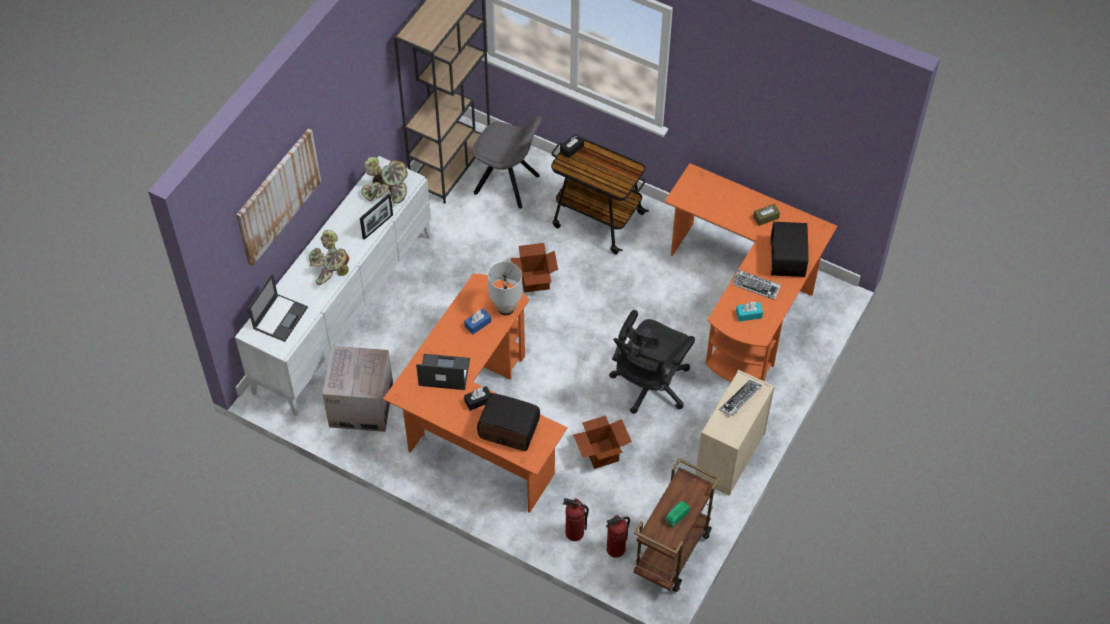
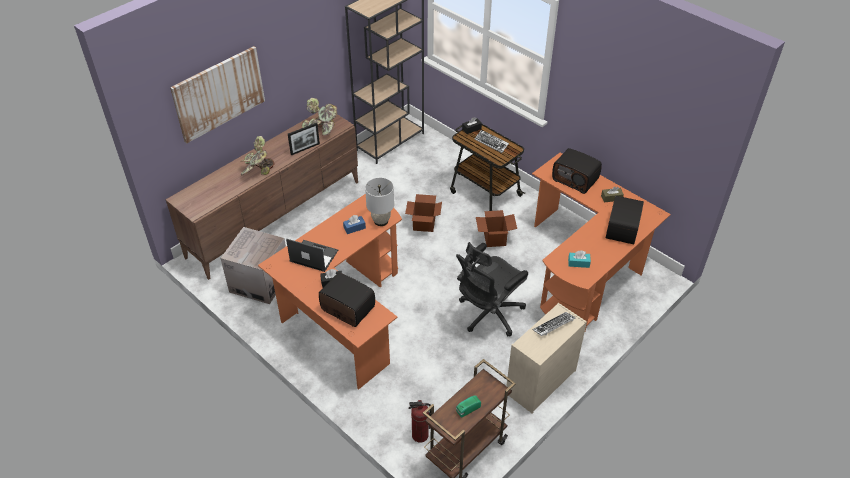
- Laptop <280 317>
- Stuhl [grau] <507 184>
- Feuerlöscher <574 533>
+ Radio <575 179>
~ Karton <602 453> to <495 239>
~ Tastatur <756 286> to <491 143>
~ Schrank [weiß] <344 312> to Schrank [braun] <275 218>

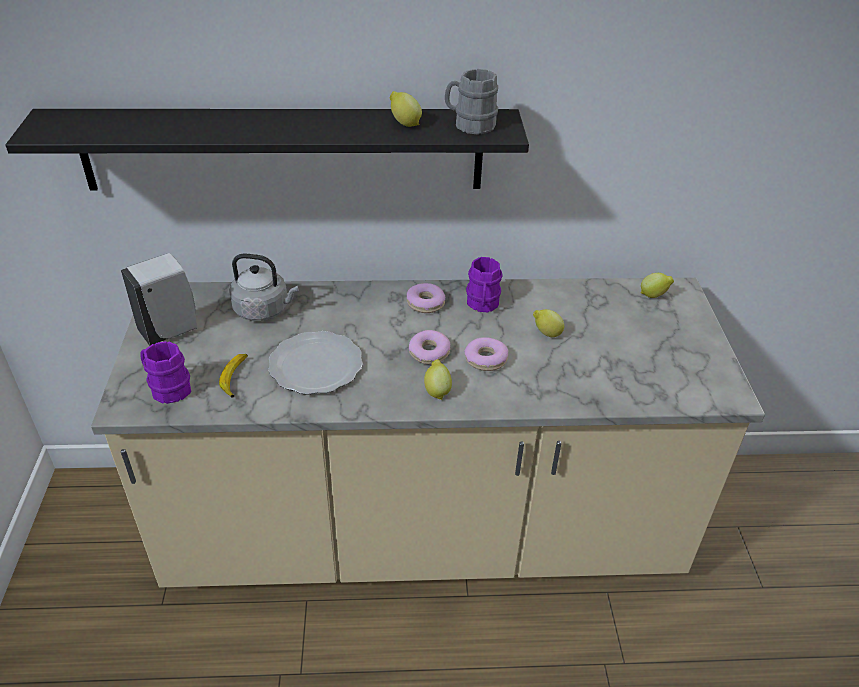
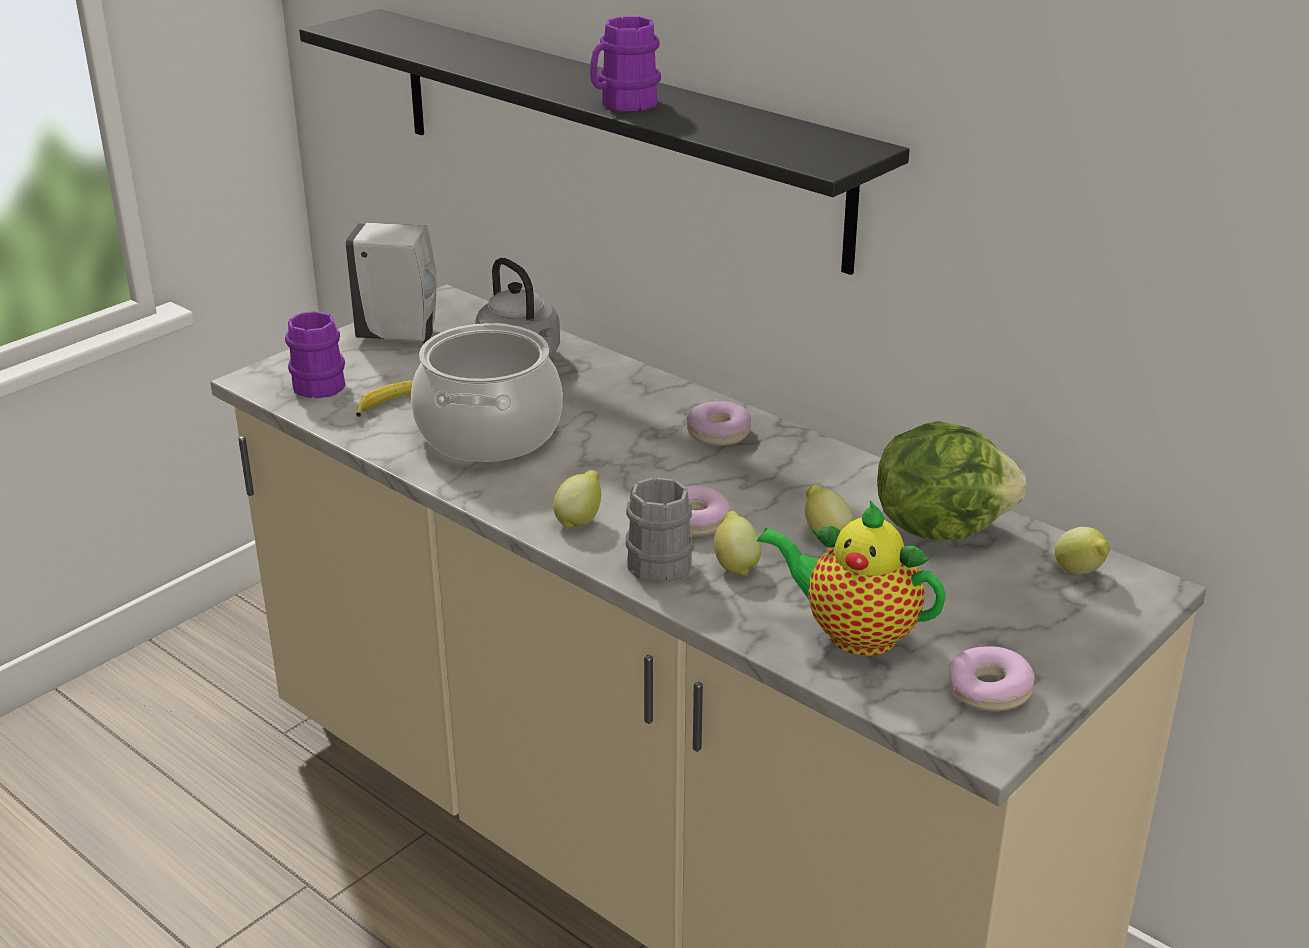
+ Teekanne <853 633>
+ Salatkopf <940 527>
~ Zitrone <404 123> to <735 565>
~ Donut <429 353> to <988 690>
~ Henkelbecher [grau] <469 125> to <654 560>
~ Henkelbecher [lila] <482 305> to <622 104>
~ Teller <317 366> to Kochtopf <490 433>

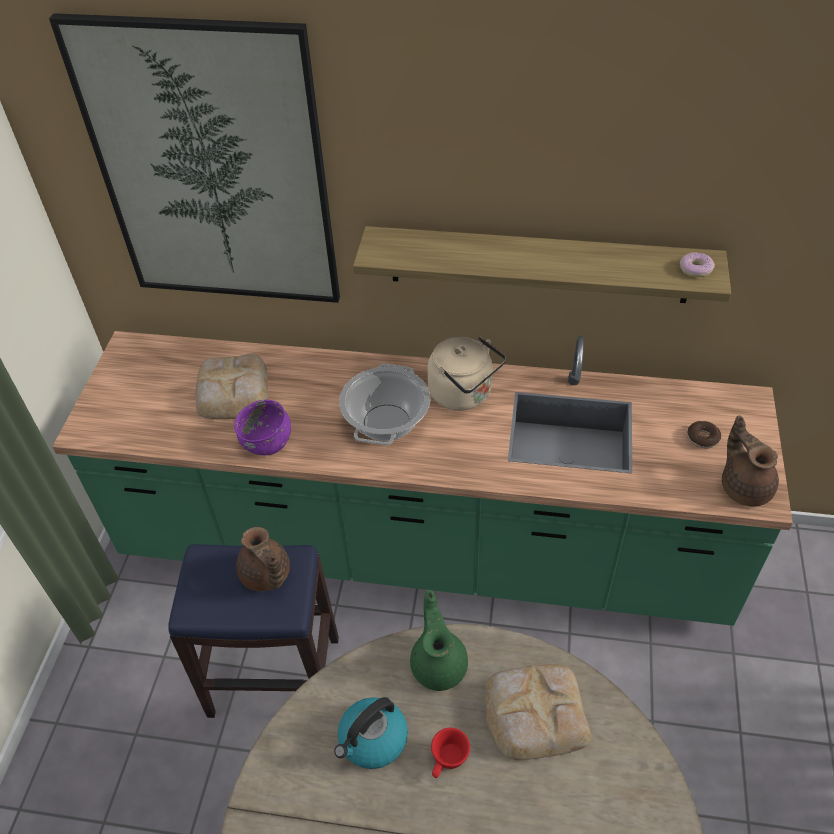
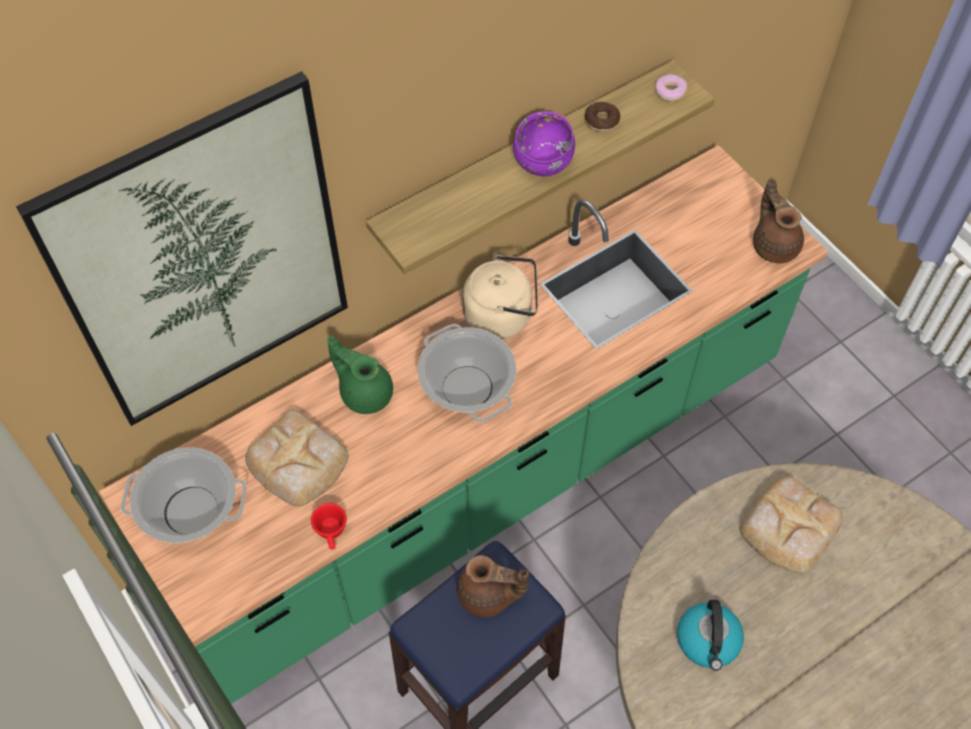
+ Kochtopf <190 511>
~ Schüssel [lila] <267 442> to <543 162>
~ Teekanne [grün] <439 663> to <365 392>
~ Tasse [rot] <448 761> to <332 533>
~ Donut <702 438> to <601 121>
~ Teekanne [braun] <744 486> = <774 244> 45 degrees clockwise

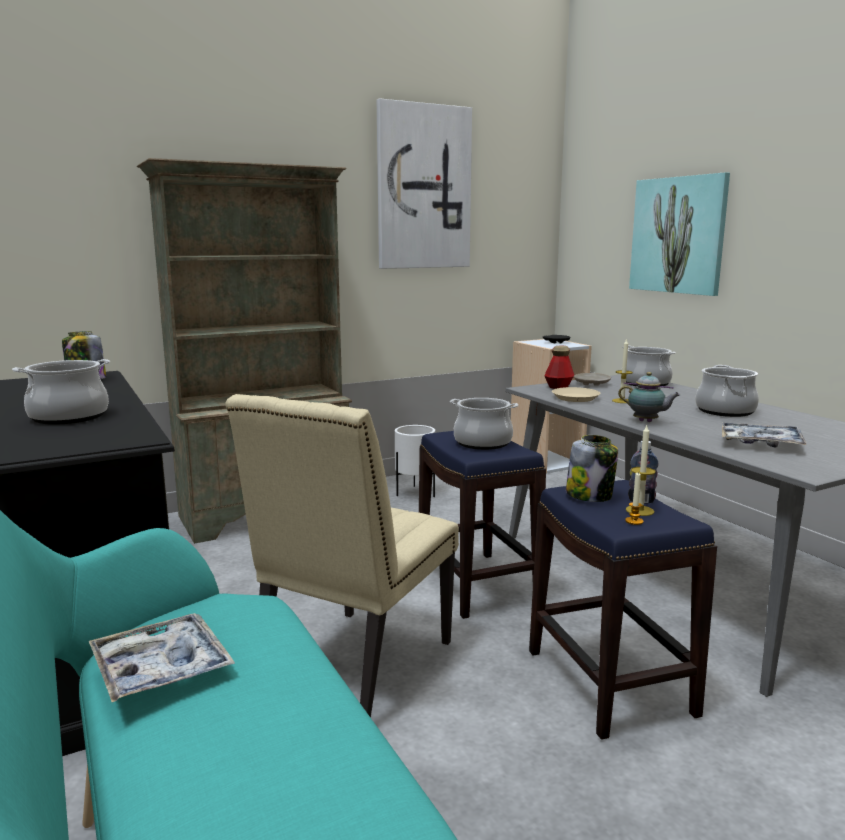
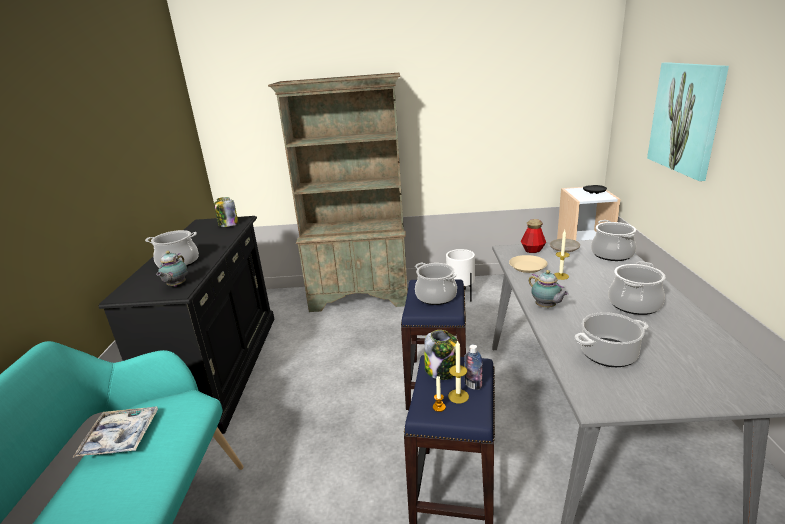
- Stuhl [beige] <356 665>
- Bild <423 187>
+ Teekanne <176 286>
~ Tablett <760 443> to Kochtopf <608 355>

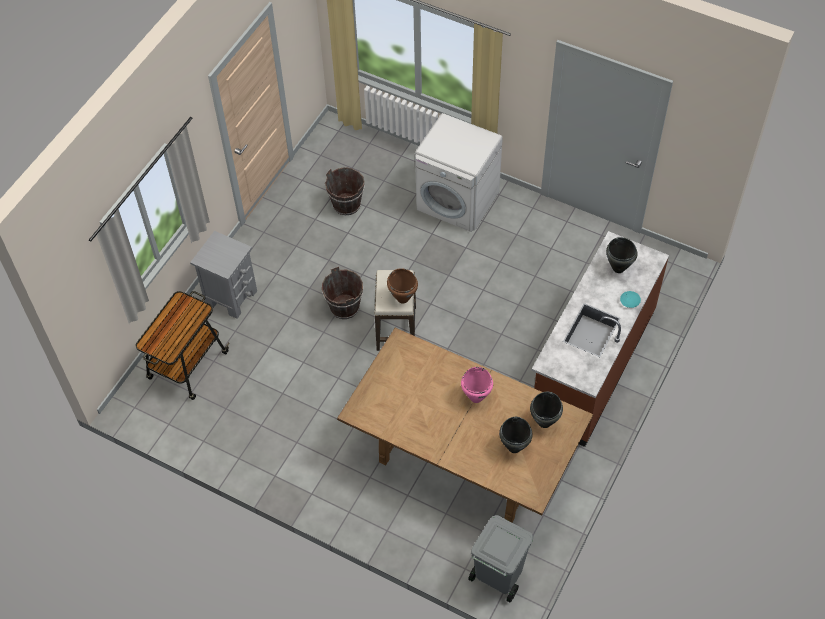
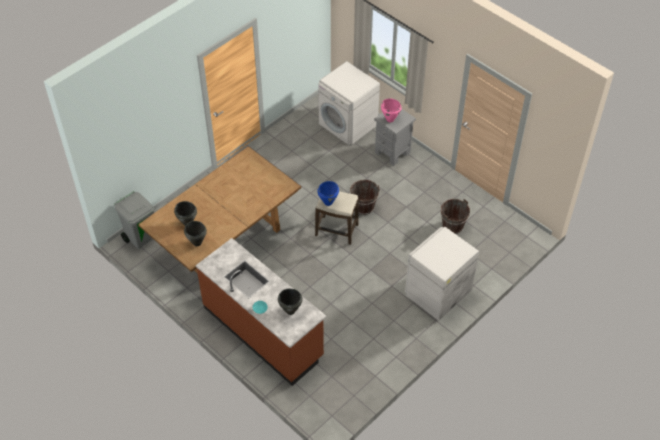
~ Kochtopf [rosa] <476 397> to <390 119>
~ Rollwagen <187 366> to Waschmaschine [weiß] <347 125>
~ Kochtopf [braun] <403 298> to Kochtopf [blau] <328 202>

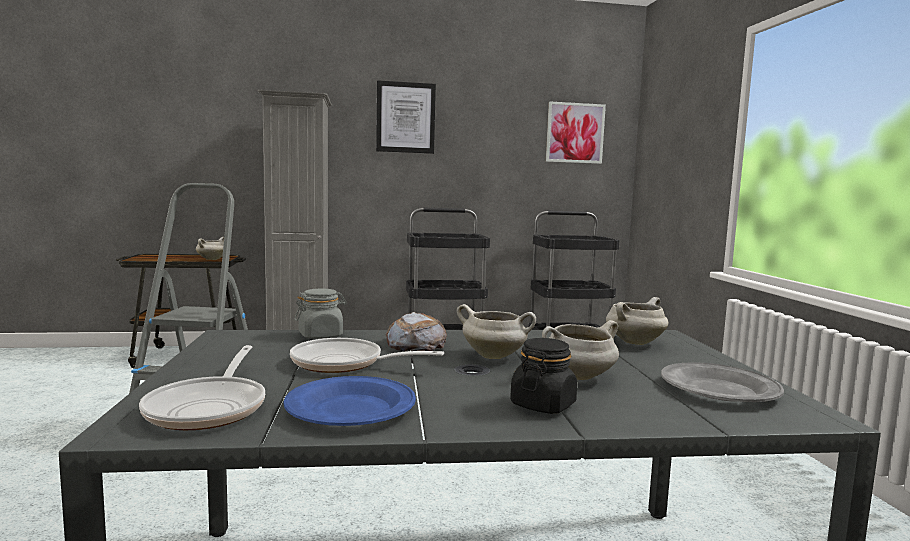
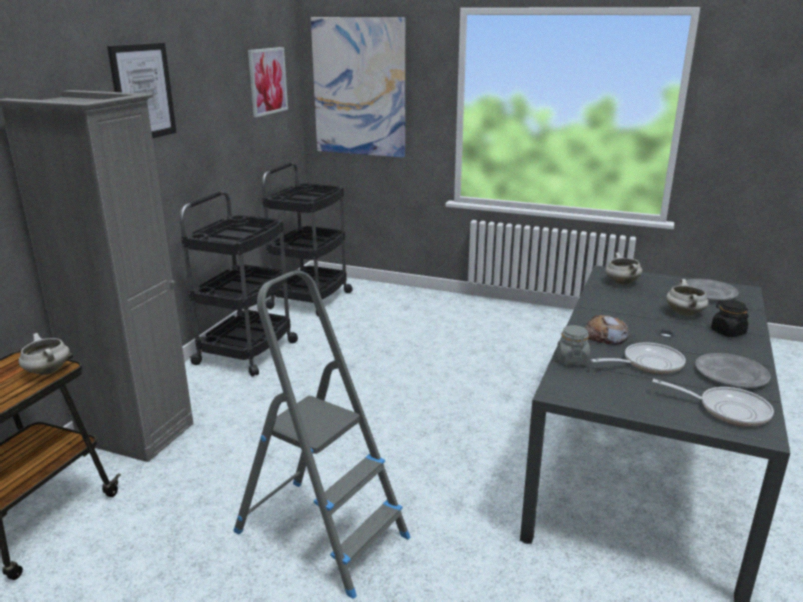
- Kochtopf [weiß] <495 356>
+ Bild <359 88>
~ Teller [blau] <351 408> to Teller [grau] <731 374>
~ Pfanne <344 363> = <647 363> 150 degrees counterclockwise

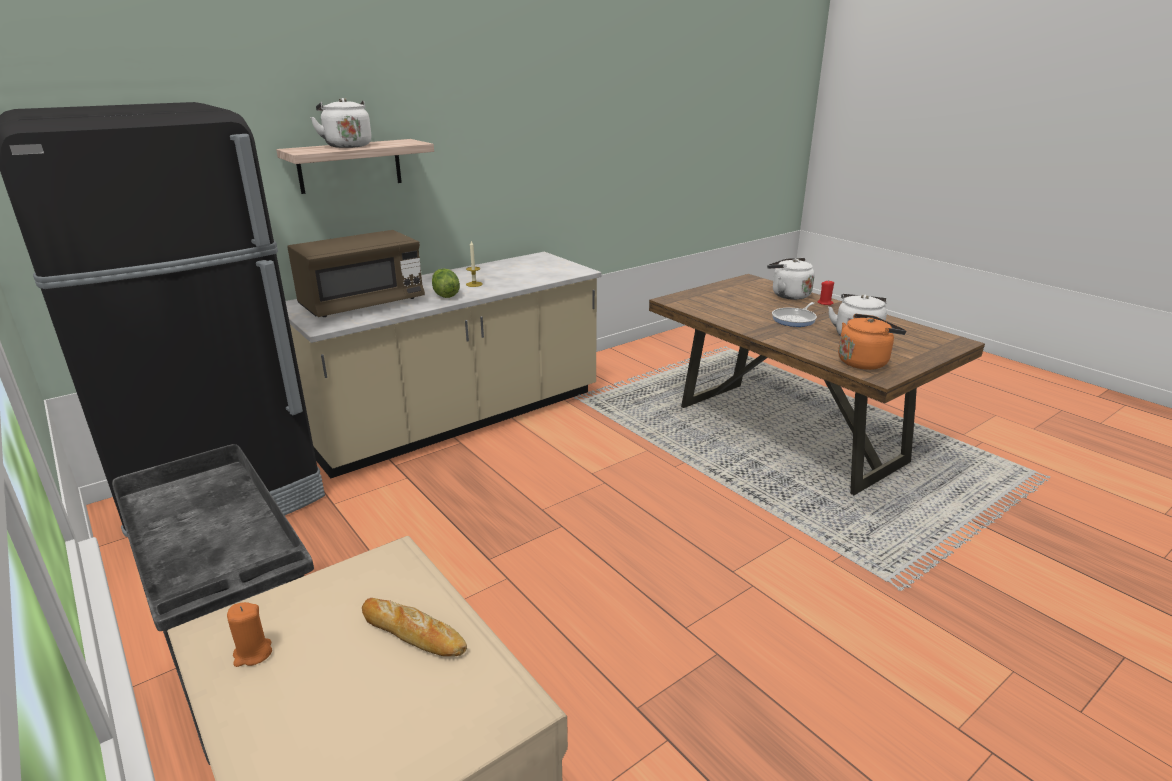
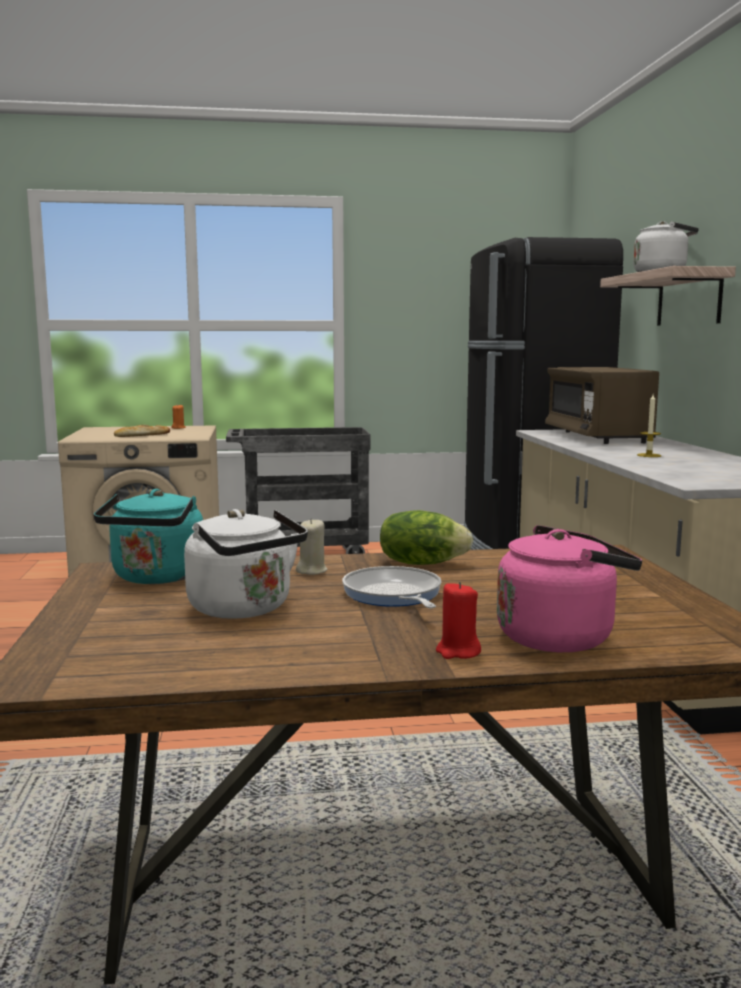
+ Kerze [beige] <311 571>
~ Salatkopf <445 295> to <422 563>
~ Wasserkessel [weiß] <788 295> to Wasserkessel [rosa] <560 637>
~ Wasserkessel [orange] <864 362> to Wasserkessel [türkis] <158 578>

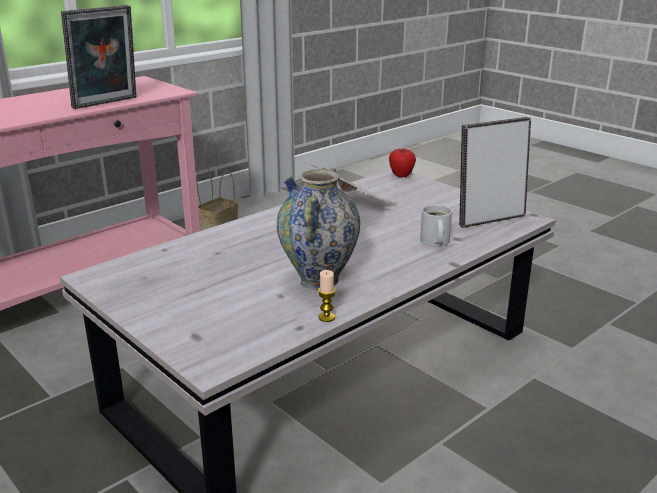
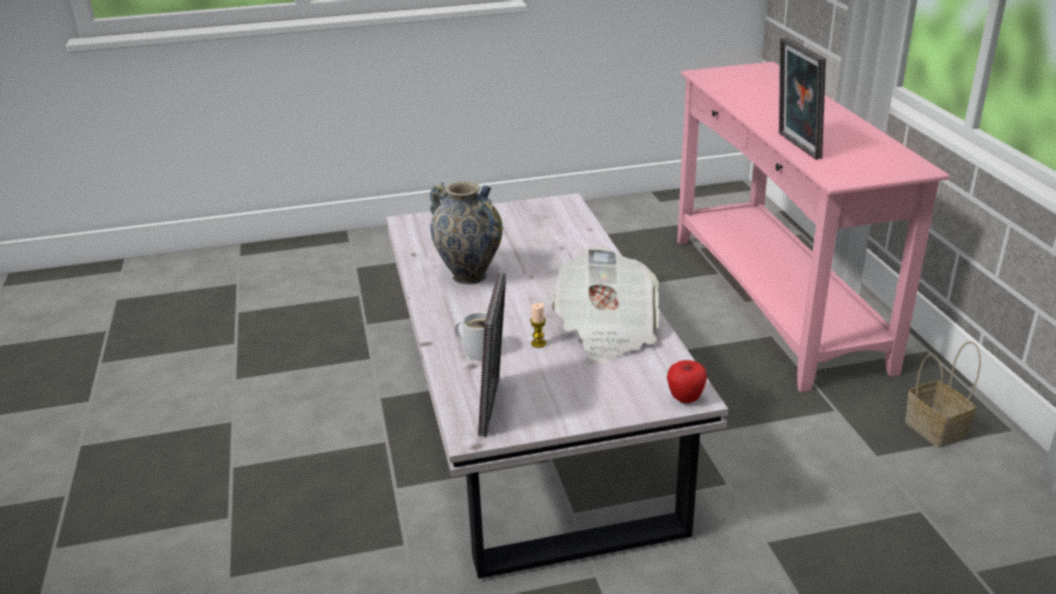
~ Kerze <326 317> to <538 343>

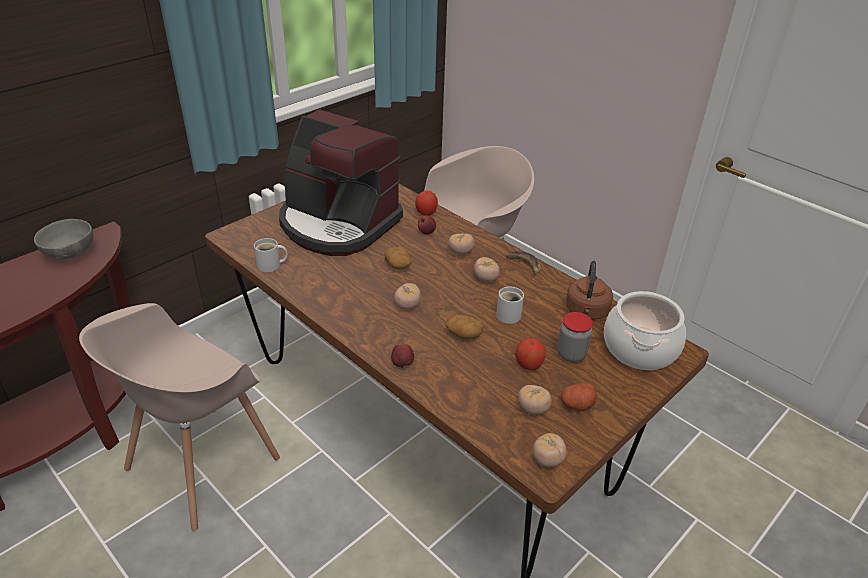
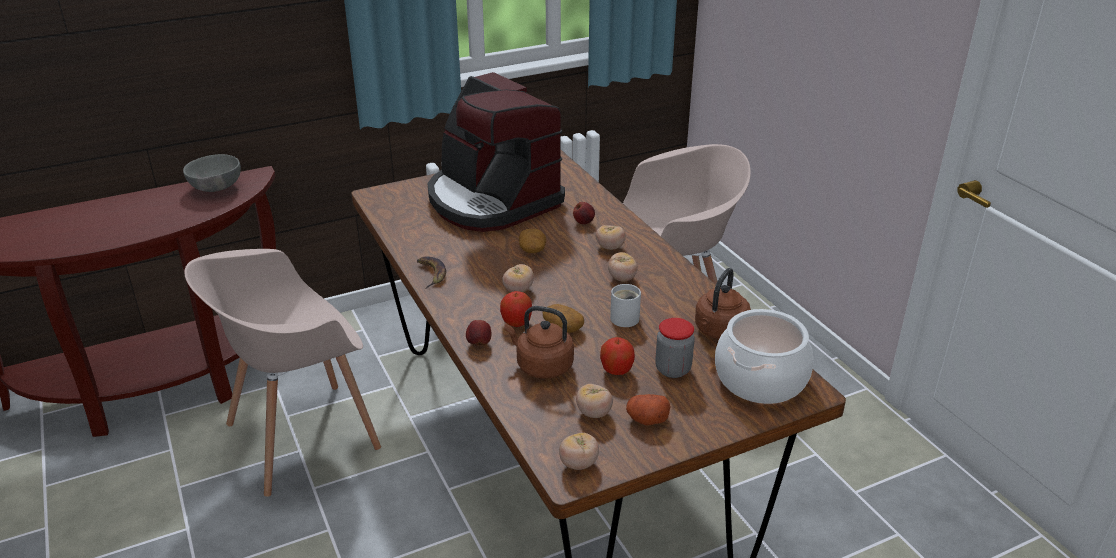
- Henkelbecher [weiß] <271 266>
+ Wasserkessel [braun] <541 366>
~ Apfel <426 213> to <516 322>
~ Banane <524 265> to <431 273>

